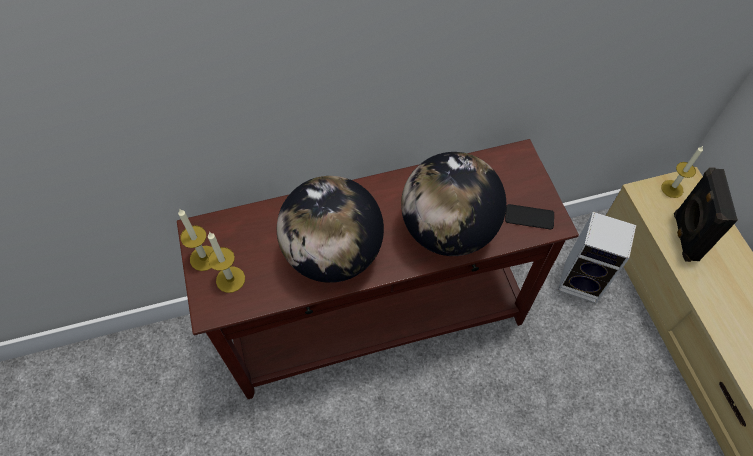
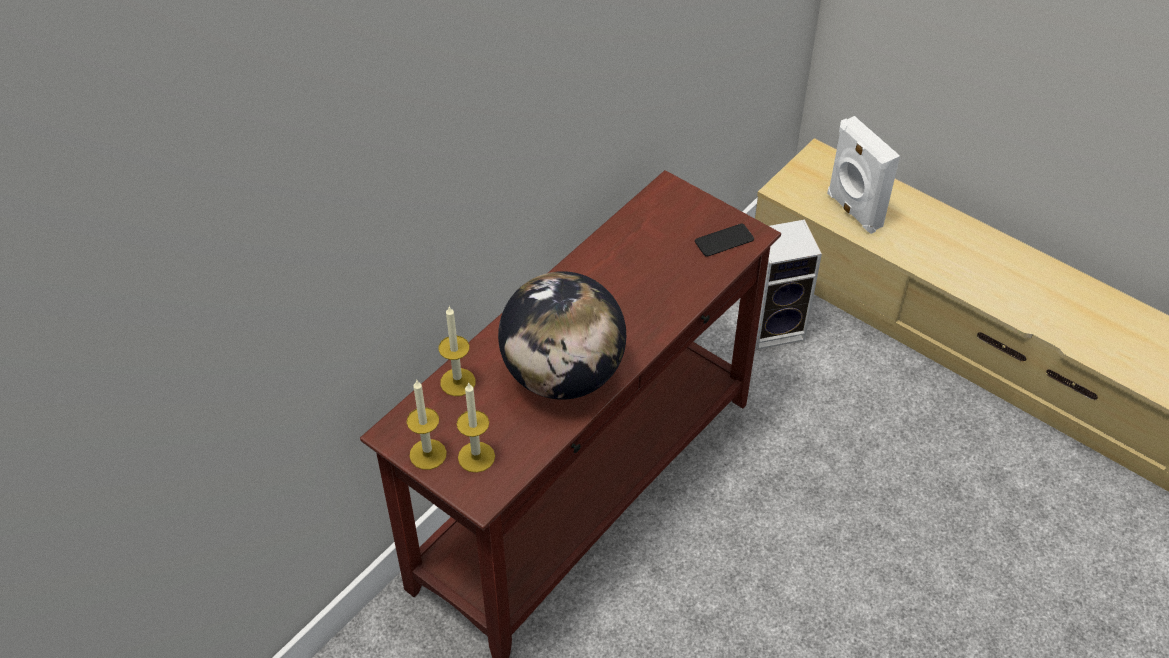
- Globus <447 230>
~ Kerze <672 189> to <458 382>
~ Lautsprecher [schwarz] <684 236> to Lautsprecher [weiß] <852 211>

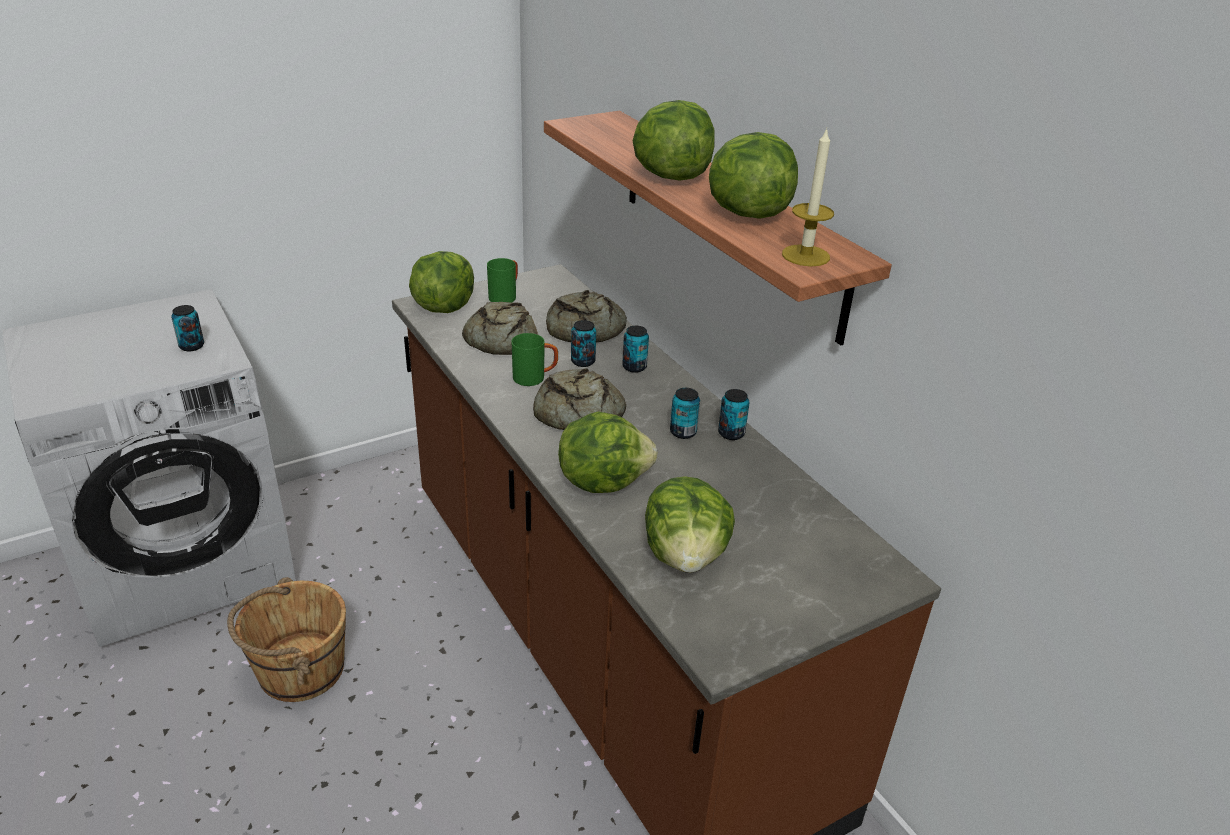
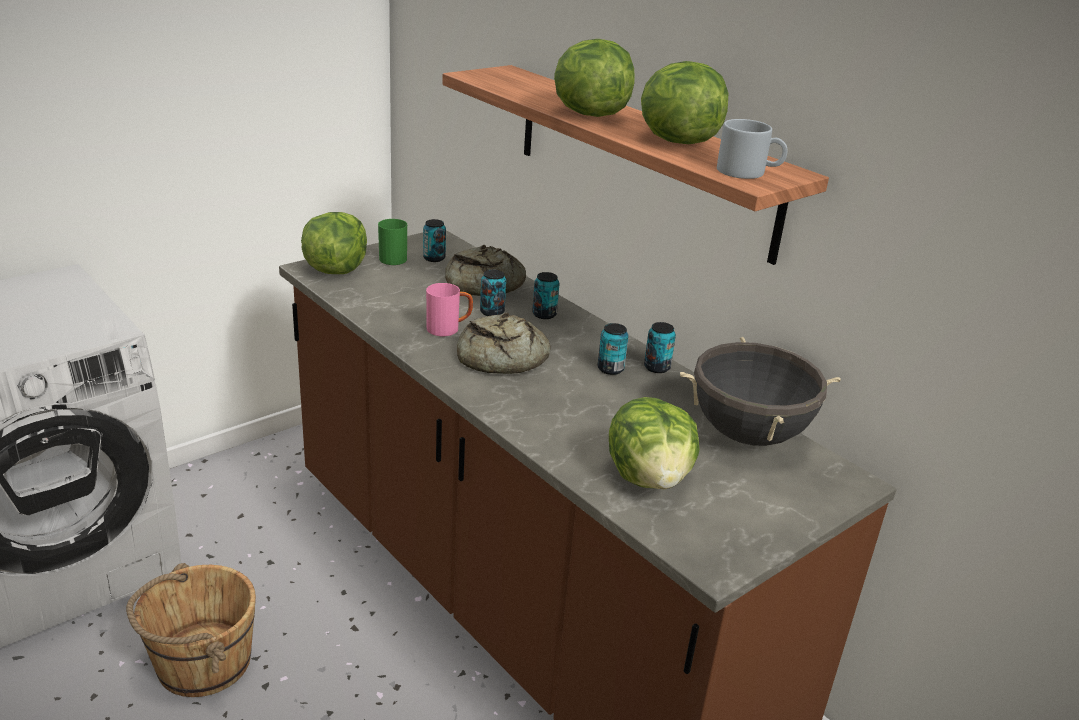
- Brot <500 339>
- Salatkopf <602 481>
+ Kochtopf [schwarz] <748 435>
~ Dose <191 346> to <434 258>
~ Kerze <805 255> to Henkelbecher [grau] <749 172>
~ Henkelbecher [grün] <535 378> to Henkelbecher [rosa] <449 329>

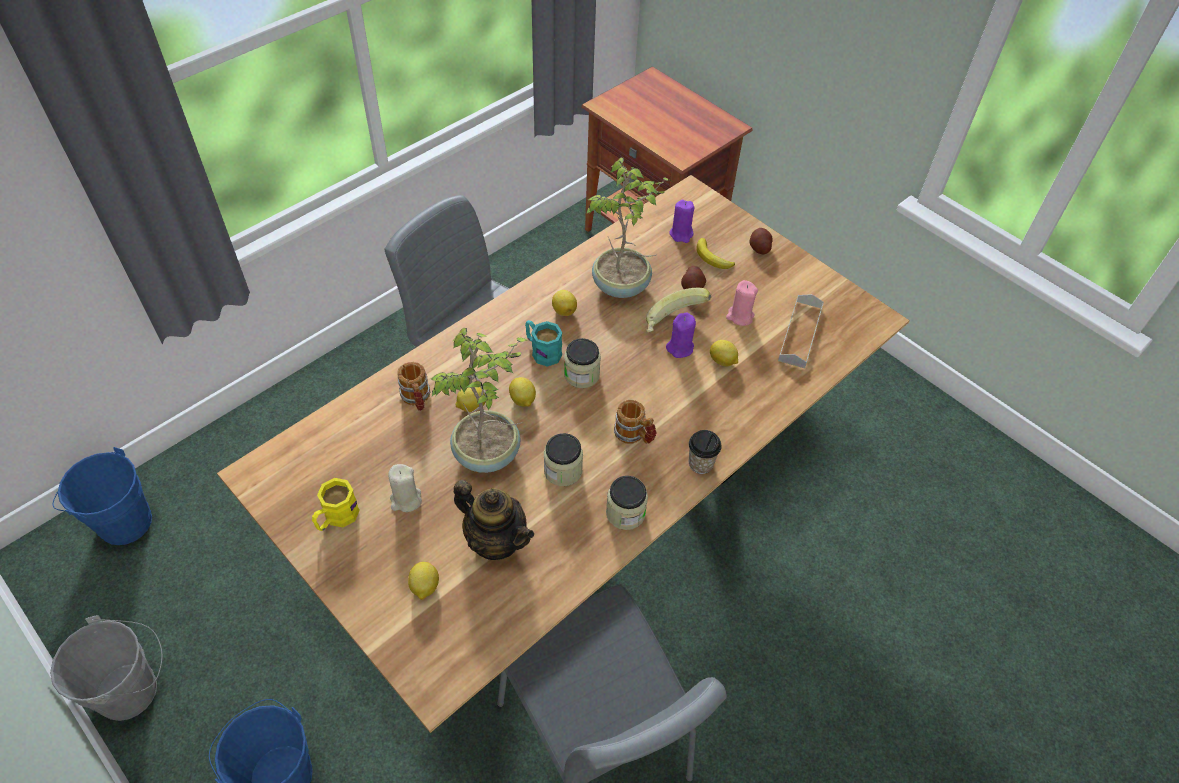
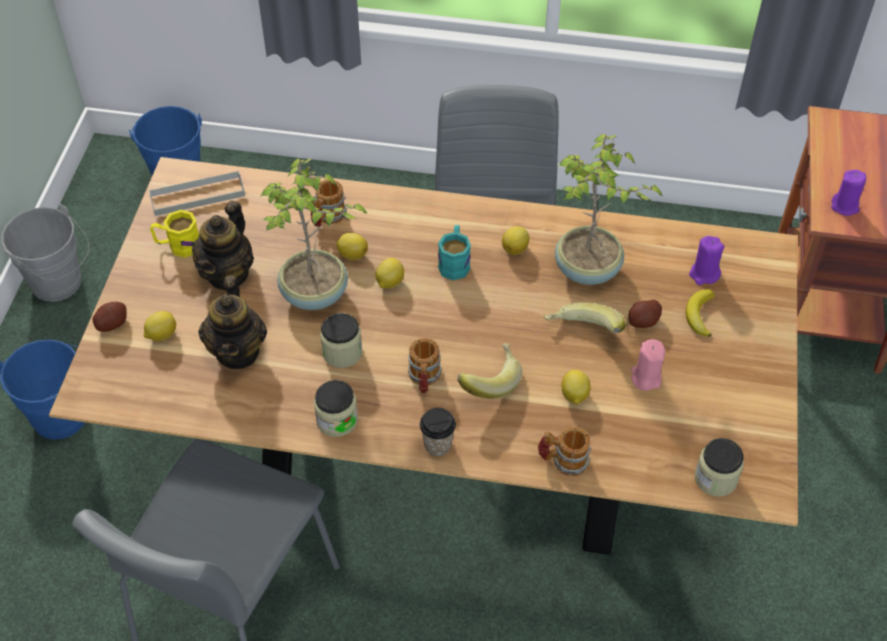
+ Banane <489 380>
+ Henkelbecher <563 461>
~ Vorratsglas <581 375> to <715 478>
~ Kerze [lila] <680 348> to <845 206>
~ Kartoffel <759 248> to <112 323>
~ Tablett [grau] <800 333> to <197 196>
~ Kerze [beige] <406 500> to Teekanne <228 274>

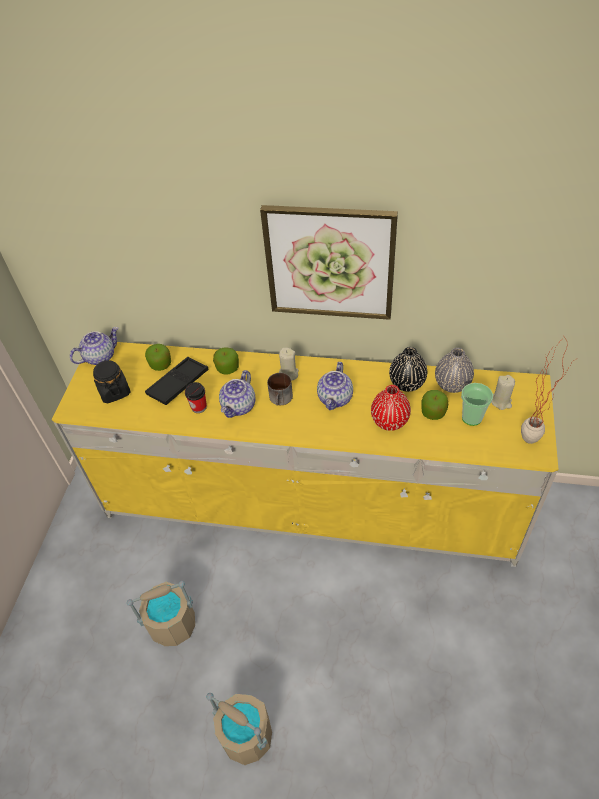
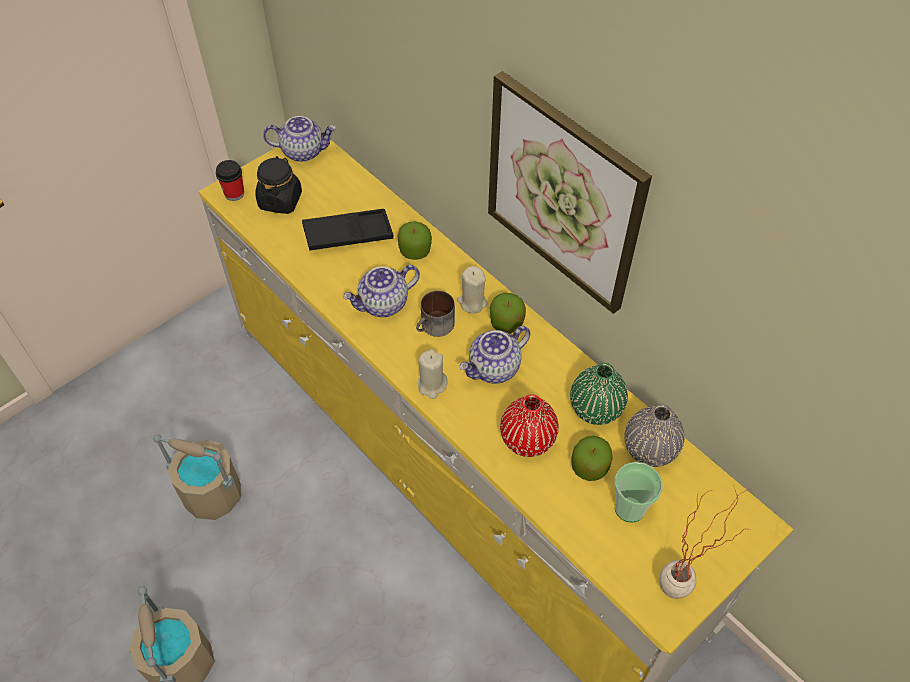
~ Apfel <160 364> to <506 323>
~ Tasse <199 407> to <234 193>
~ Kerze [beige] <501 401> to <432 385>
~ Vase [schwarz] <407 383> to Vase [grün] <595 409>

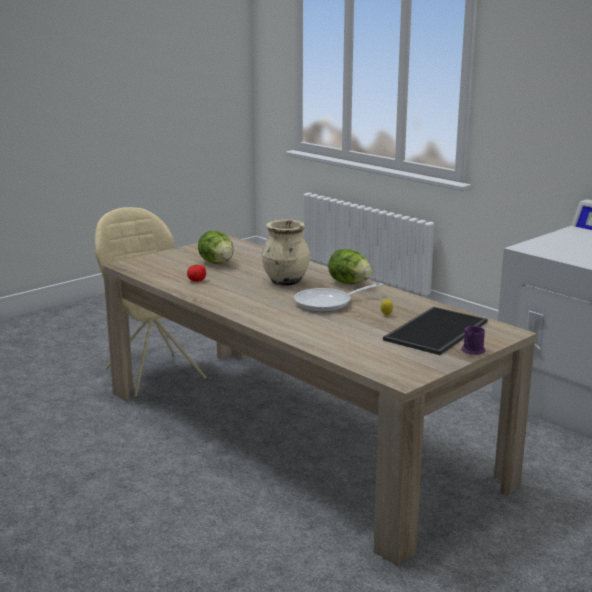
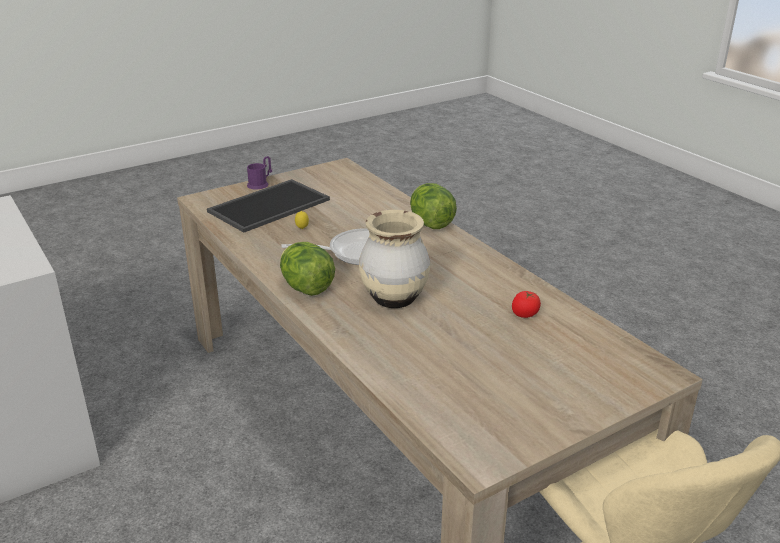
~ Salatkopf <217 263> to <431 223>

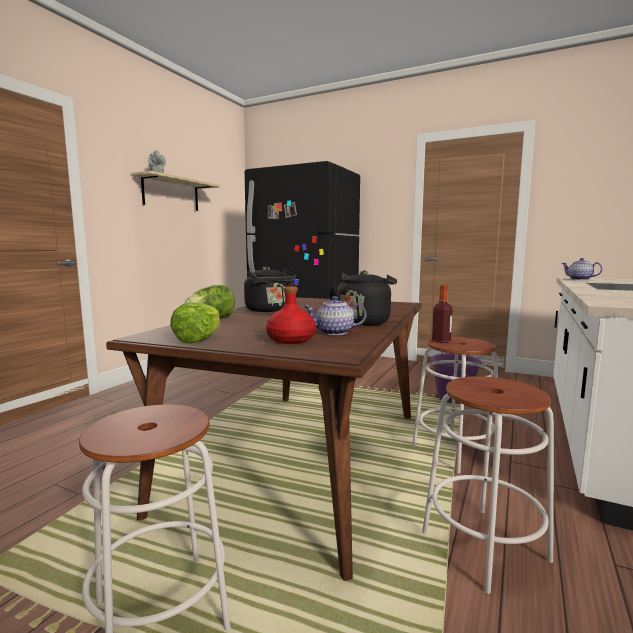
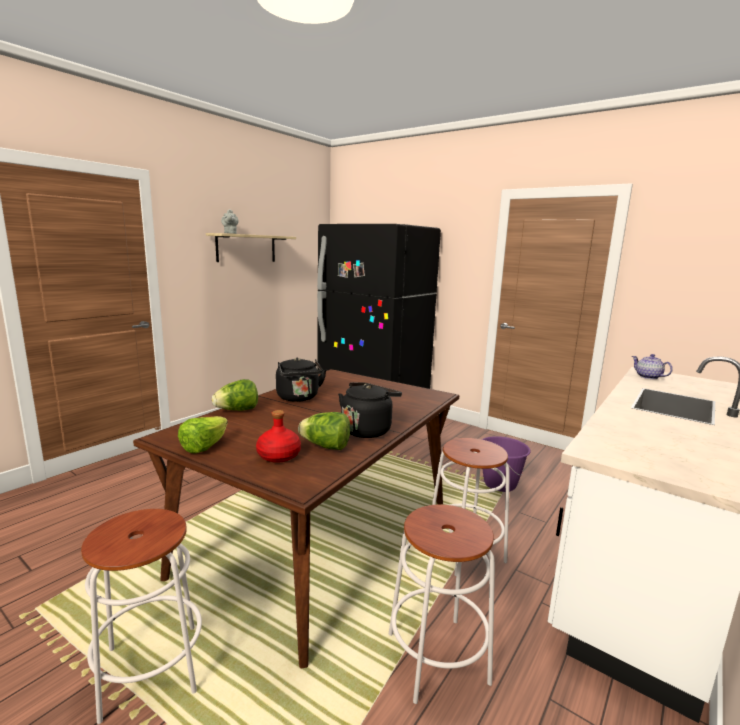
- Flasche <441 341>
~ Teekanne <334 332> to Salatkopf <326 447>

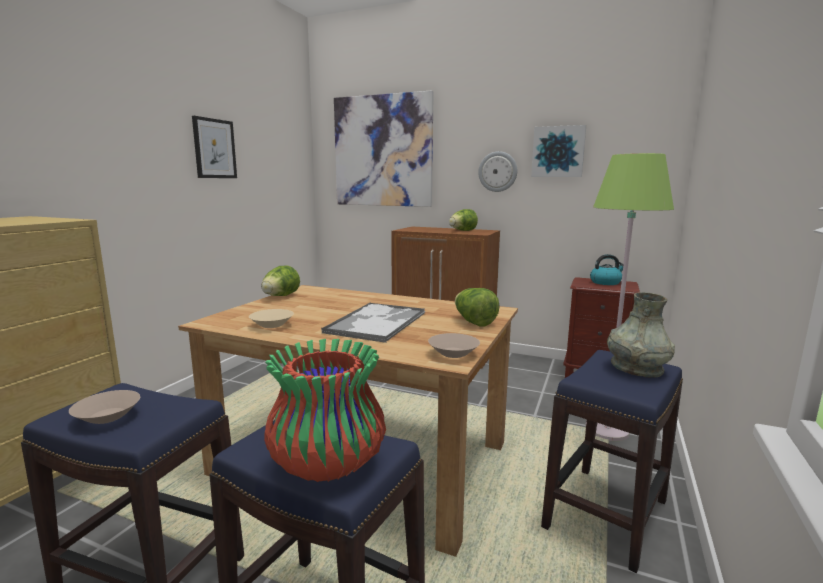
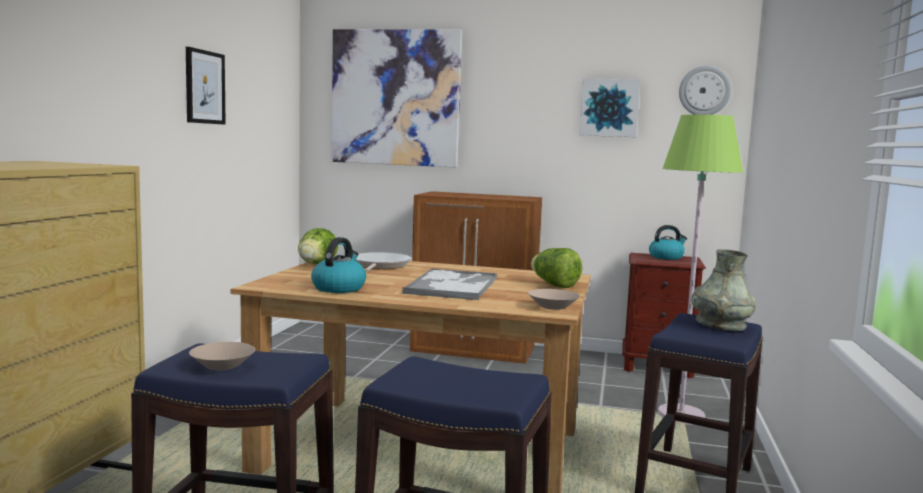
- Vase <327 463>
- Salatkopf <462 231>
+ Pfanne <379 266>
~ Wanduhr <497 171> to <704 91>
~ Schüssel [beige] <271 325> to Wasserkessel <339 288>

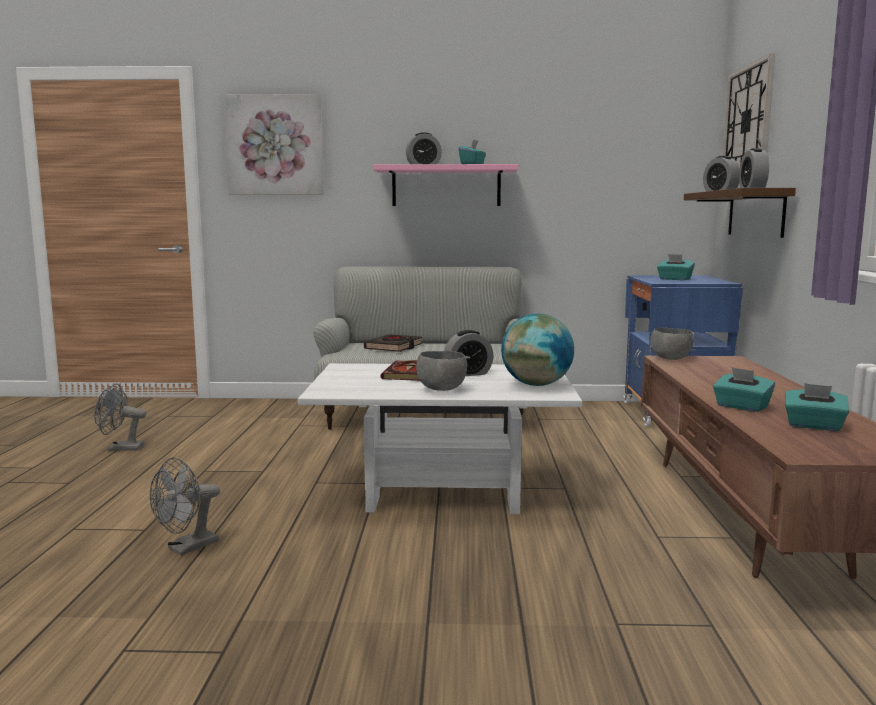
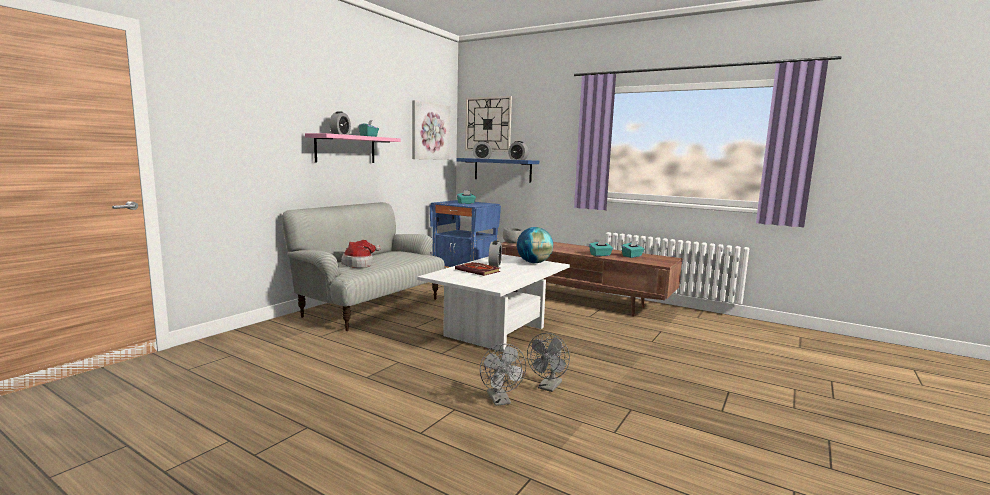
- Schüssel [grau] <442 389>
~ Ventilator [grau] <120 448> to <548 387>
~ Bild <275 145> to <430 131>
~ Buch [schwarz] <394 347> to Hut <360 264>
~ Wandregal [braun] <755 213> to Wandregal [blau] <502 170>

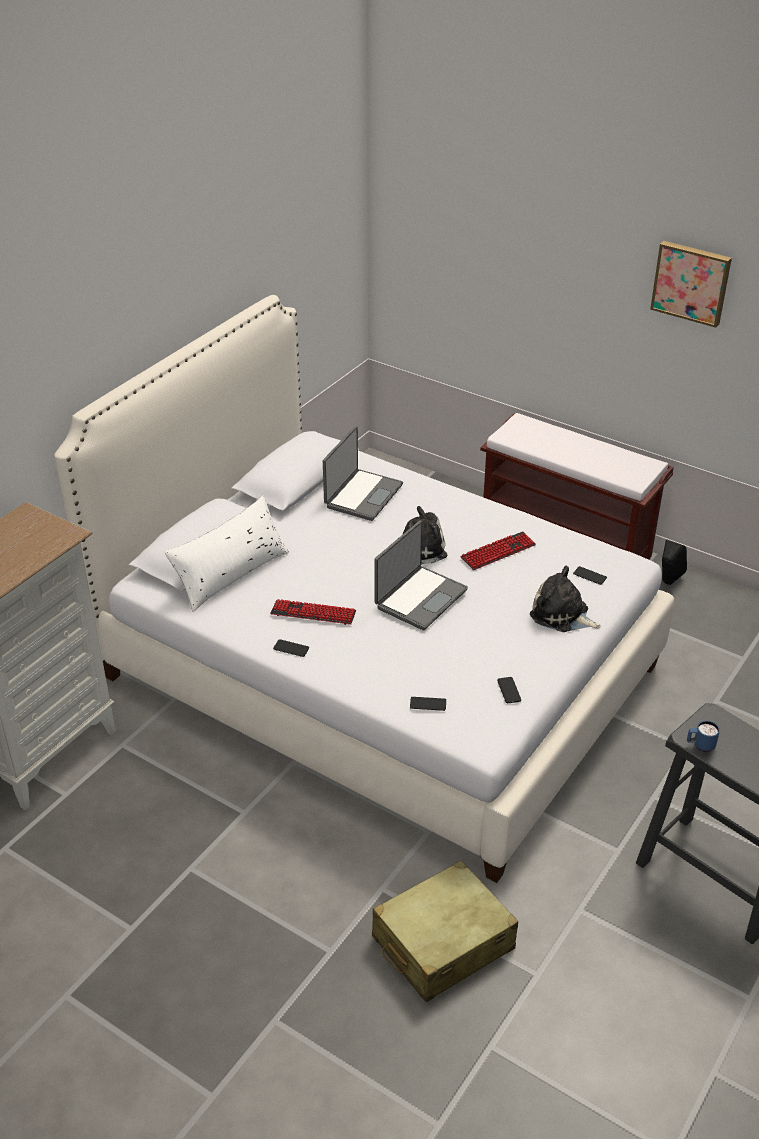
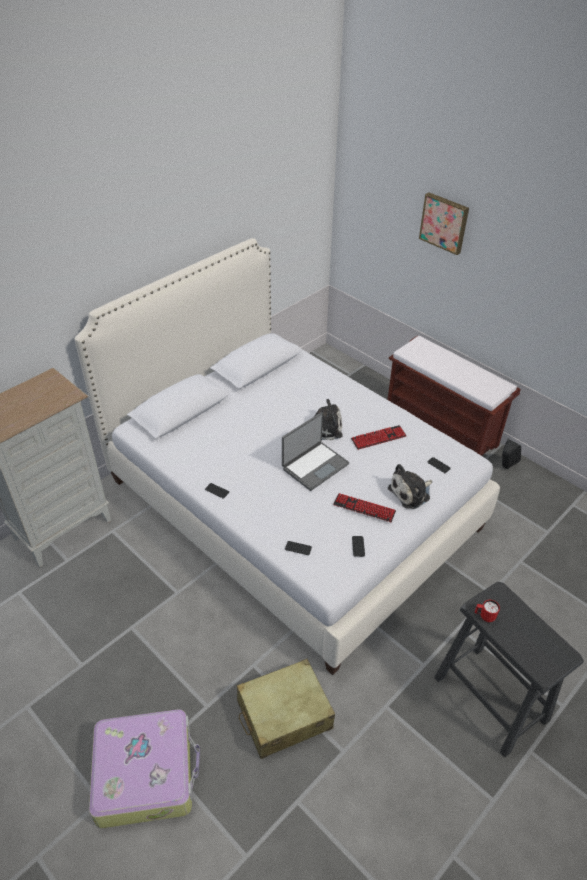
- Kissen [weiß] <231 574>
- Laptop <362 495>
+ Koffer <146 772>
~ Tastatur <313 613> to <364 508>
~ Bild <691 282> to <444 222>
~ Henkelbecher [blau] <700 746> to Henkelbecher [rot] <484 616>
~ Plüschtier <562 615> = <411 493> 75 degrees counterclockwise

